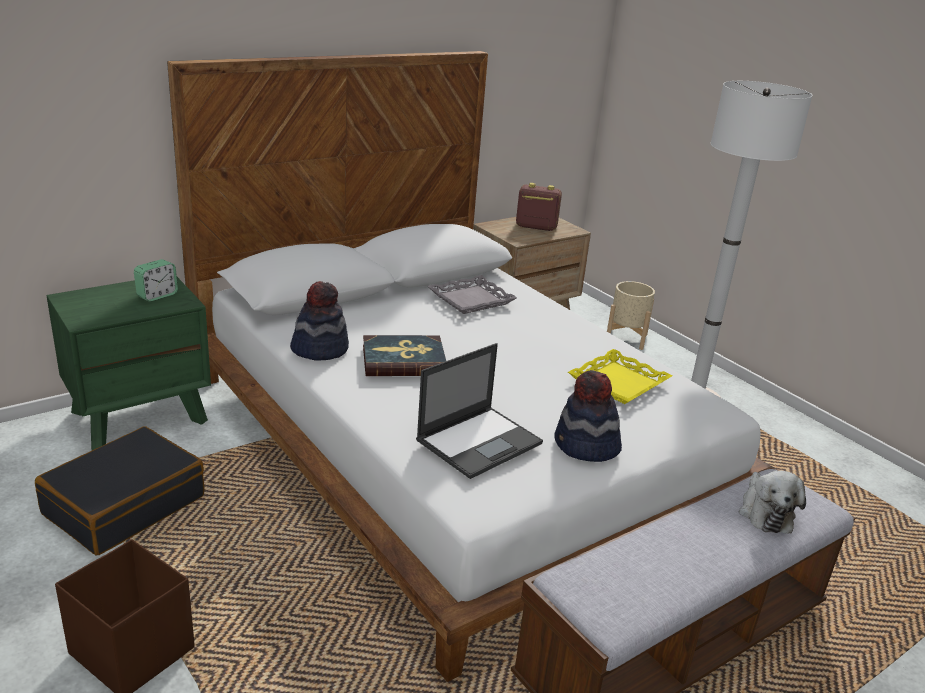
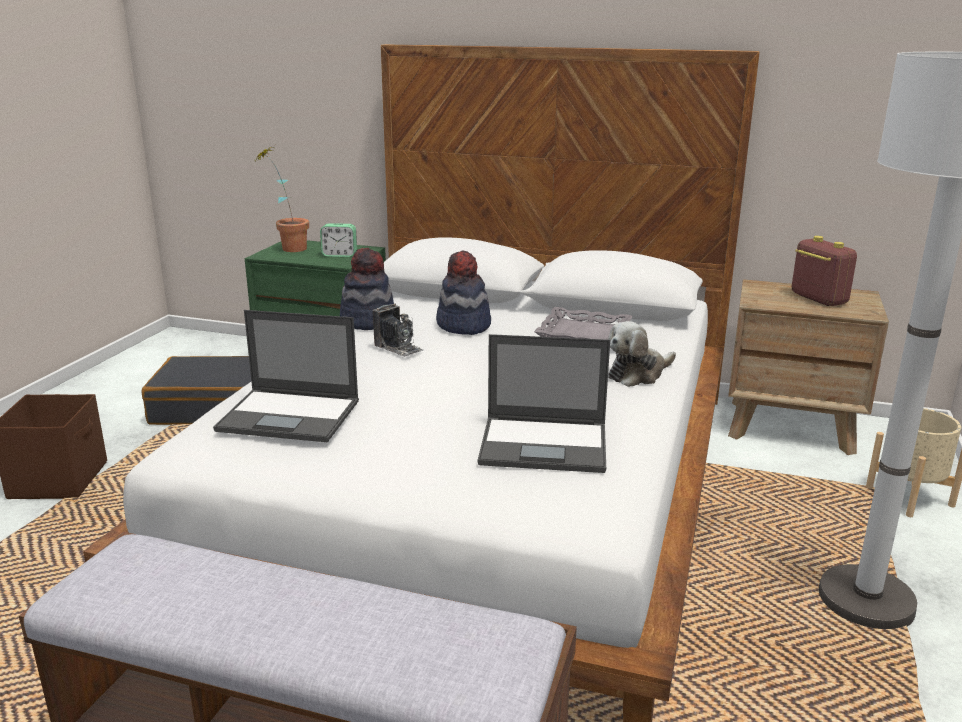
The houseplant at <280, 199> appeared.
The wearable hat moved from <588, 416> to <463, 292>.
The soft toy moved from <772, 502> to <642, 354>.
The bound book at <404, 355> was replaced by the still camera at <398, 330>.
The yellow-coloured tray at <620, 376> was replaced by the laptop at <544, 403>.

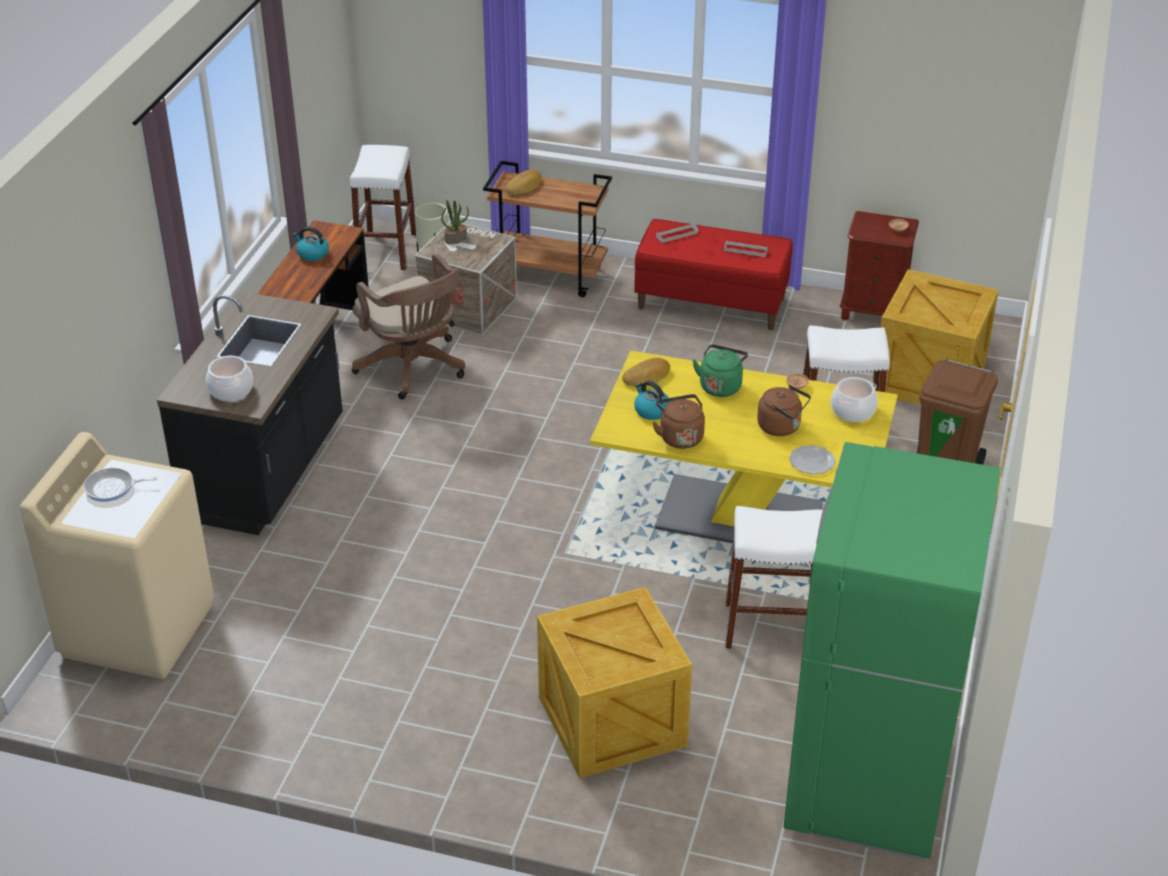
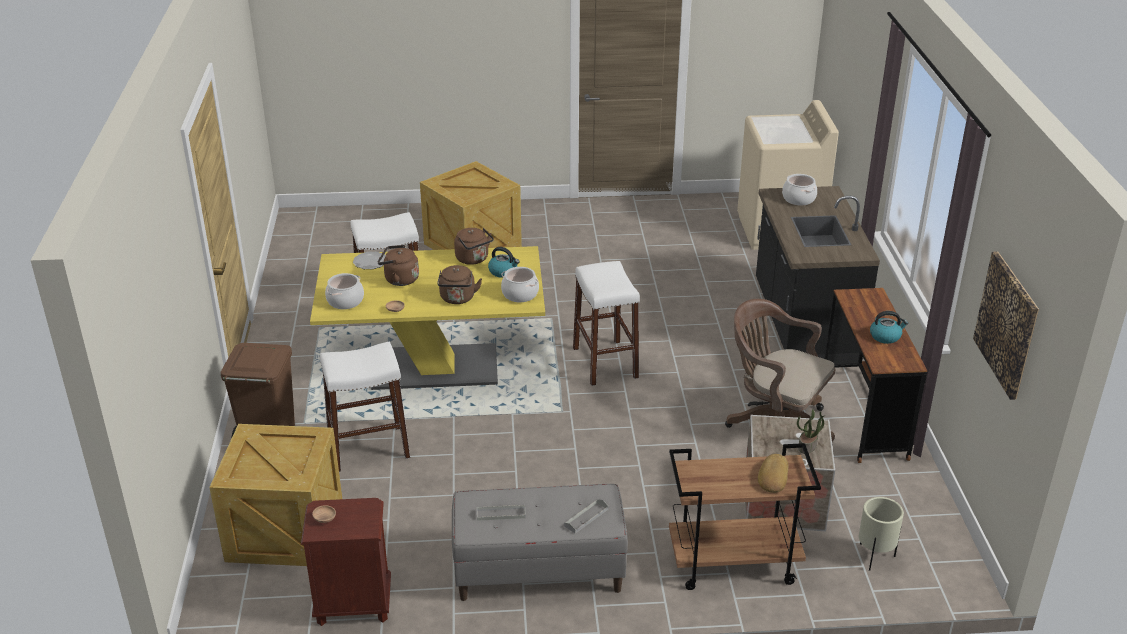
The frying pan at <120, 485> disappeared.
The green kitchen fridge at <892, 651> disappeared.
The wall picture at <1006, 325> appeared.
The white stool seat moved from <383, 208> to <606, 323>.
The bakery bread at <646, 372> was replaced by the saucepot at <520, 284>.
The red bench at <714, 274> became the greyish bench at <540, 542>.
The green kettle at <720, 370> became the brownish kettle at <459, 284>.

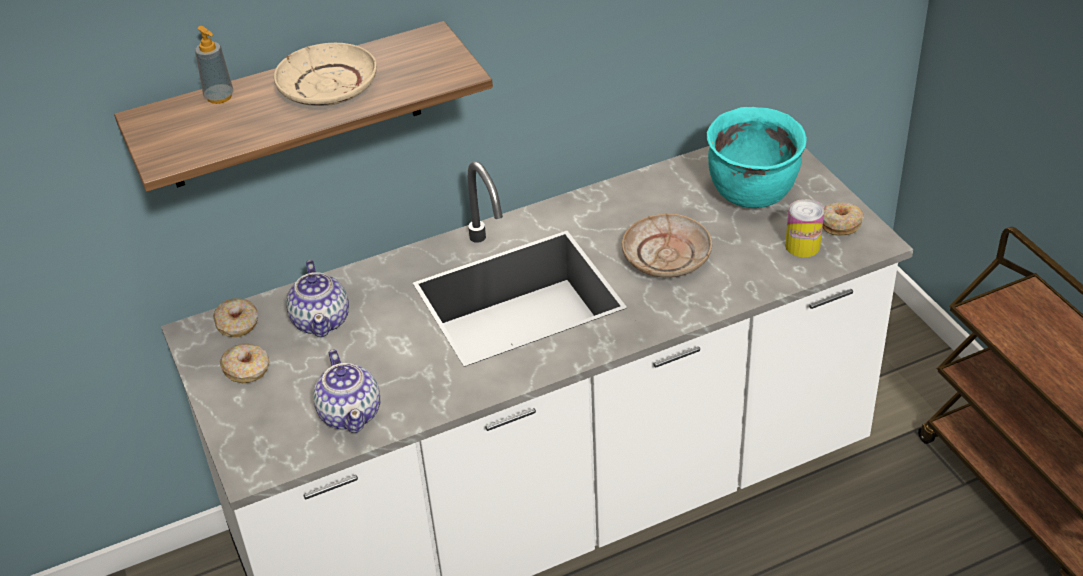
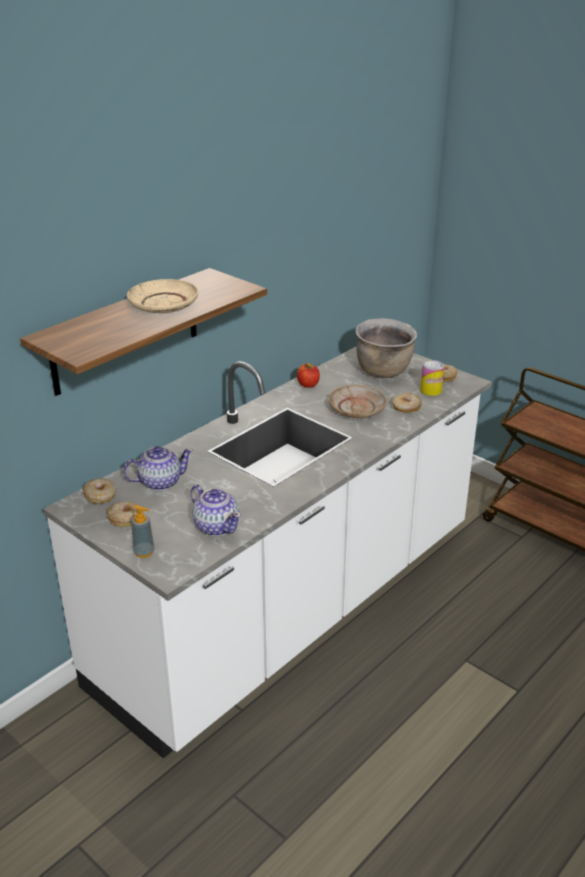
The apple fruit at <308, 375> appeared.
The doughnut at <407, 403> appeared.
The liquid soap bottle moved from <214, 65> to <142, 531>.
The turquoise saucepot at <757, 157> became the brownish saucepot at <386, 348>.
The pot for tea at <317, 298> turned 75 degrees counterclockwise.

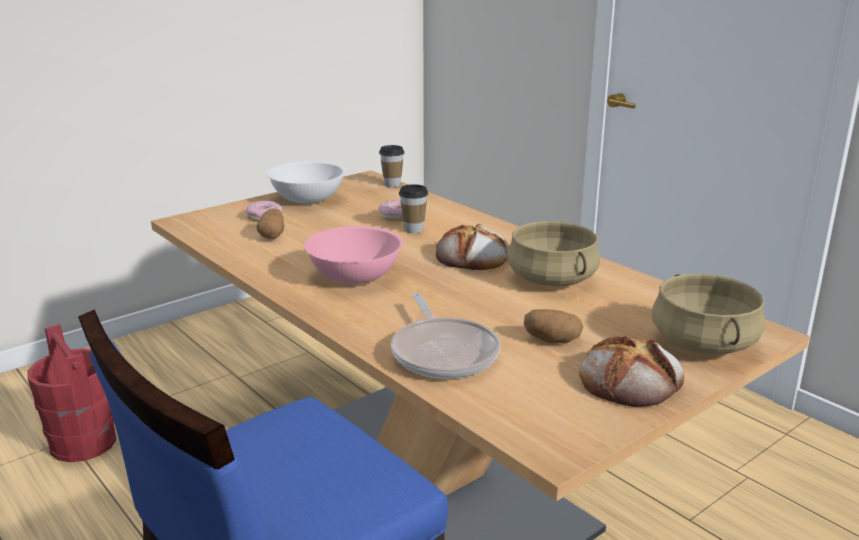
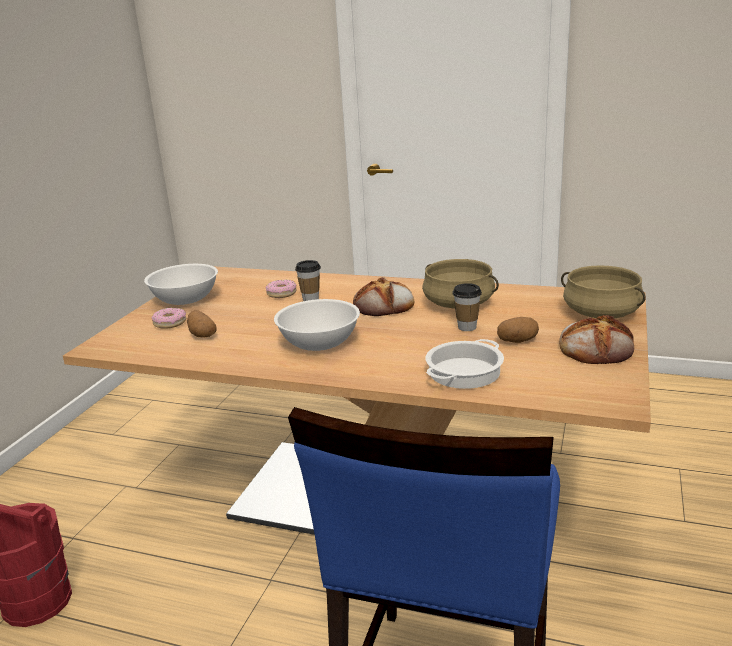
The cup moved from <392, 166> to <467, 307>.
The frying pan at <445, 336> was replaced by the saucepot at <465, 364>.
The pinkish serving bowl at <353, 255> became the white serving bowl at <317, 325>.

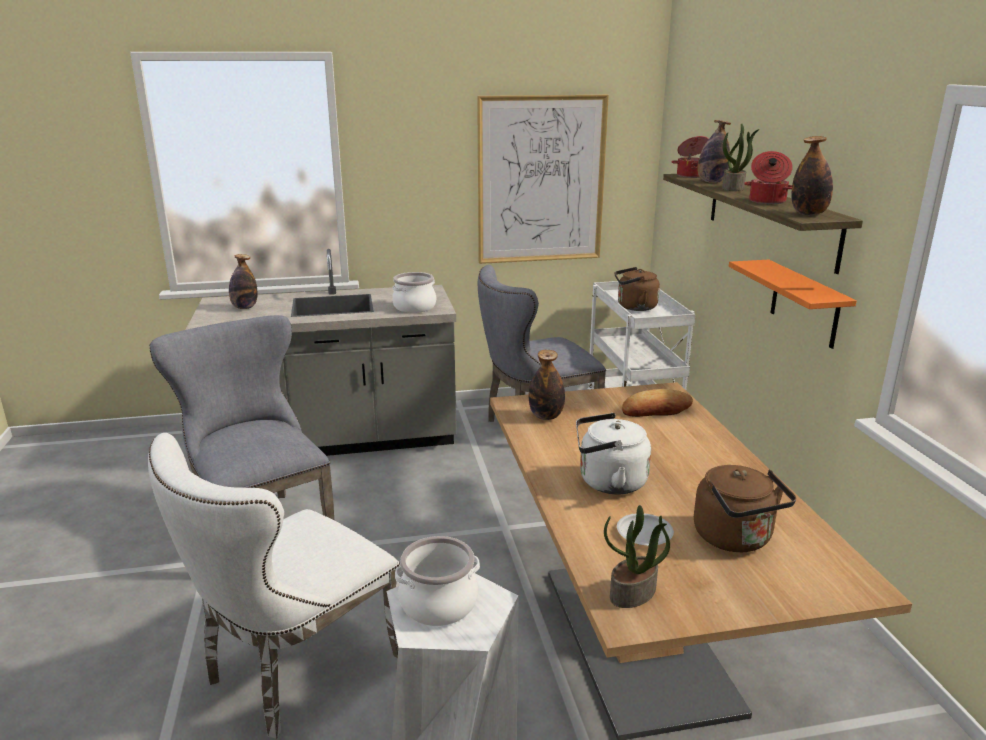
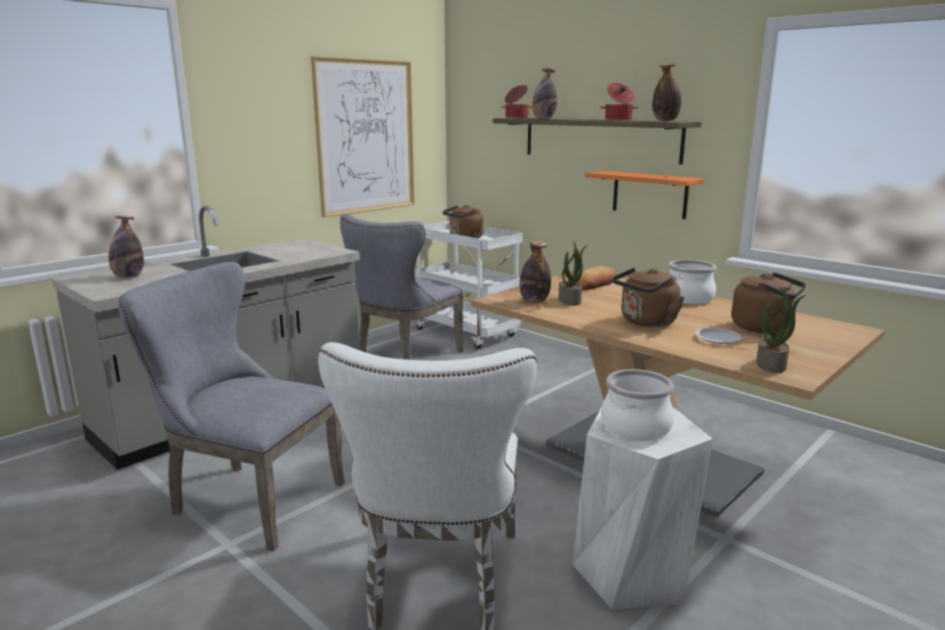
The saucepot moved from <414, 292> to <692, 282>.
The houseplant moved from <740, 157> to <573, 274>.
The white kettle at <613, 454> became the brownish kettle at <648, 297>.

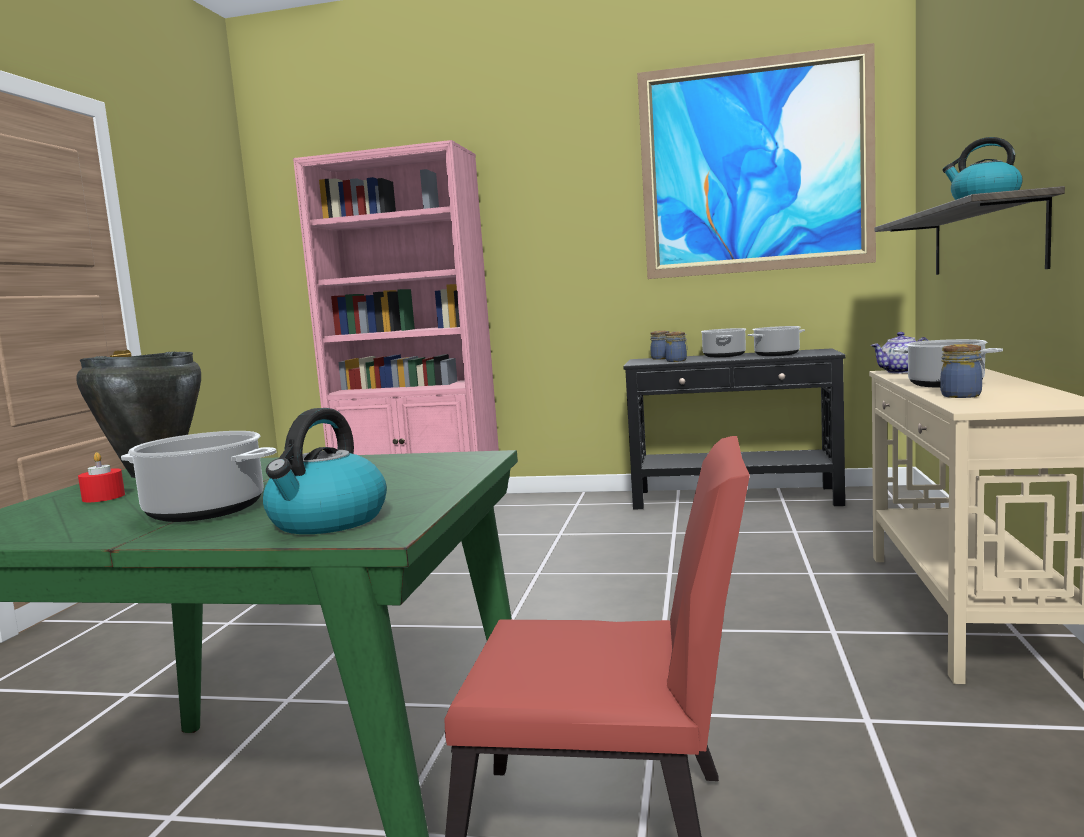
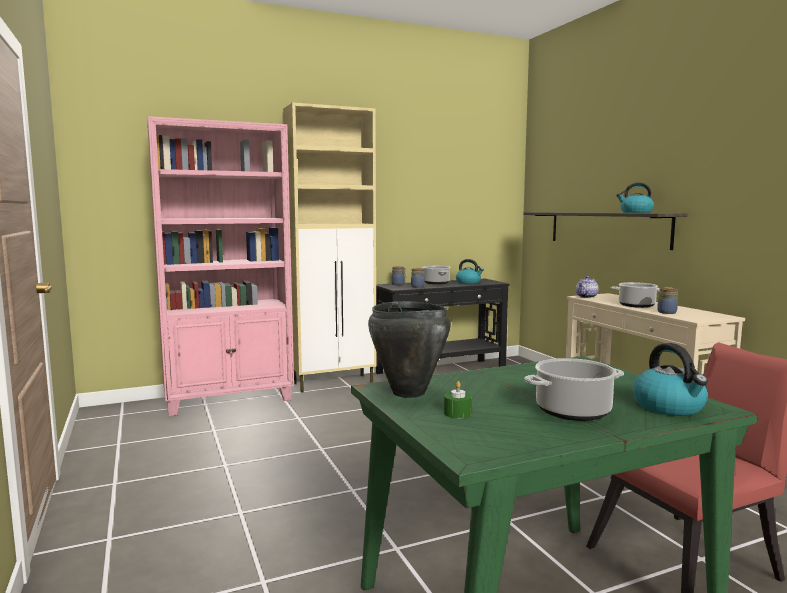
The wall picture at <756, 161> disappeared.
The beige-coloured cupboard at <330, 247> appeared.
The saucepot at <776, 341> was replaced by the kettle at <470, 271>.
The red candle at <101, 477> became the green candle at <458, 399>.

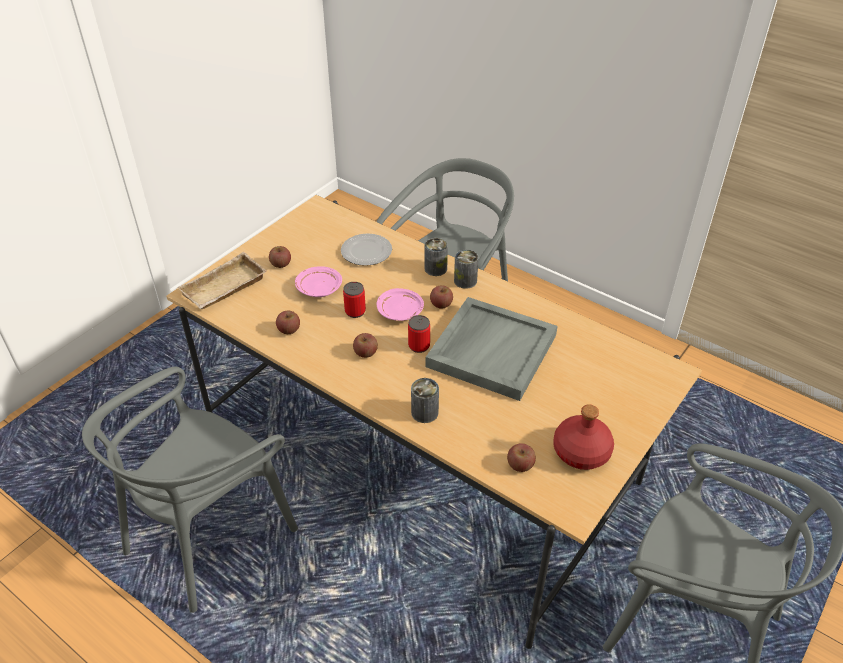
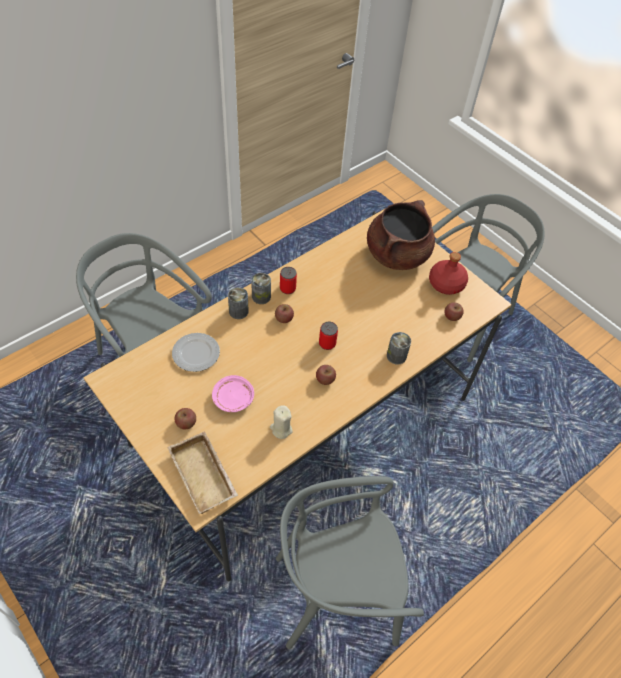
The pinkish dinner plate at <400, 304> disappeared.
The greyish tray at <492, 349> disappeared.
The brownish saucepot at <401, 235> appeared.
The can moved from <354, 300> to <288, 280>.
The apple fruit at <288, 322> was replaced by the beige-coloured candle at <281, 422>.
The greyish upright chair at <190, 490> turned 120 degrees clockwise.

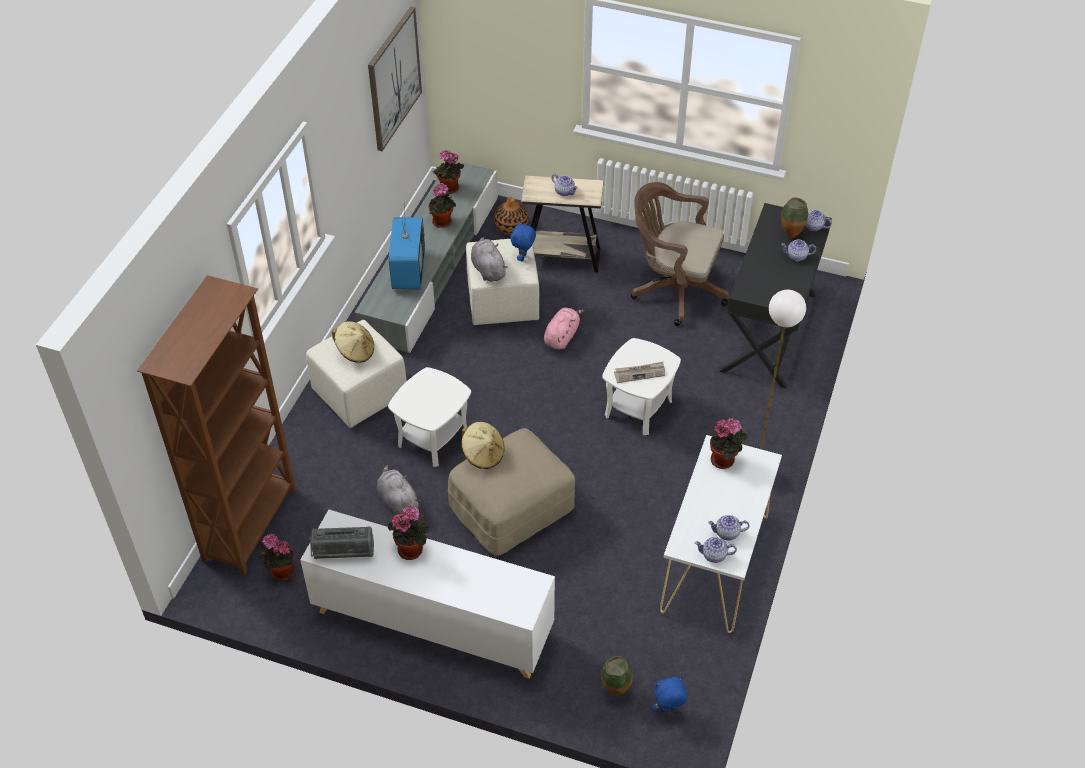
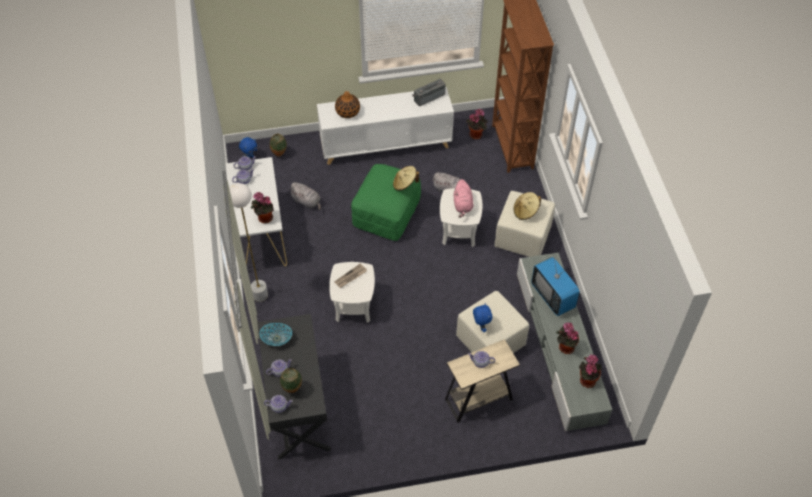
The wall picture at <395, 78> disappeared.
The houseplant at <408, 533> disappeared.
The brownish office chair at <680, 254> disappeared.
The serving bowl at <276, 334> appeared.
The greyish soft toy moved from <489, 259> to <306, 196>.
The vase moved from <511, 216> to <347, 104>.
The pinkish soft toy moved from <564, 329> to <463, 198>.
The beige-coloured pouffe at <511, 492> became the green pouffe at <386, 202>.

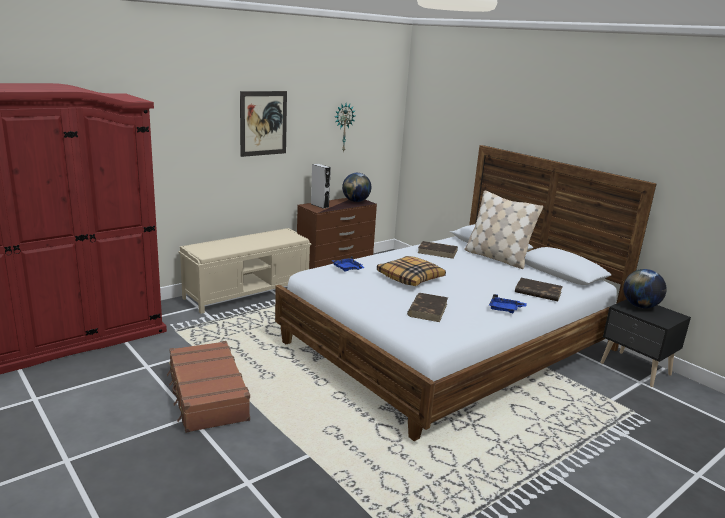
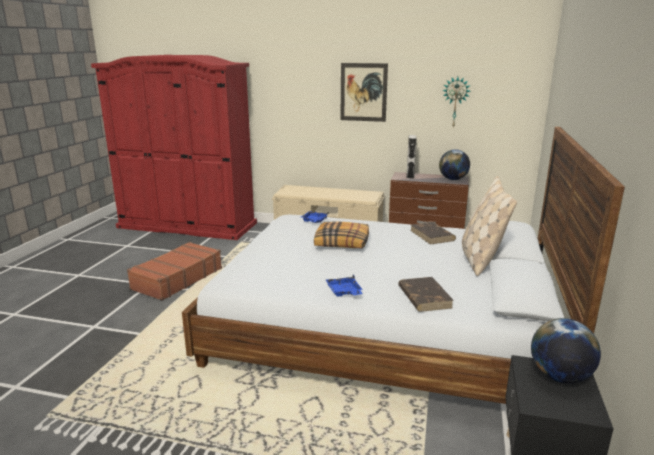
The brownish bound book at <427, 307> disappeared.

